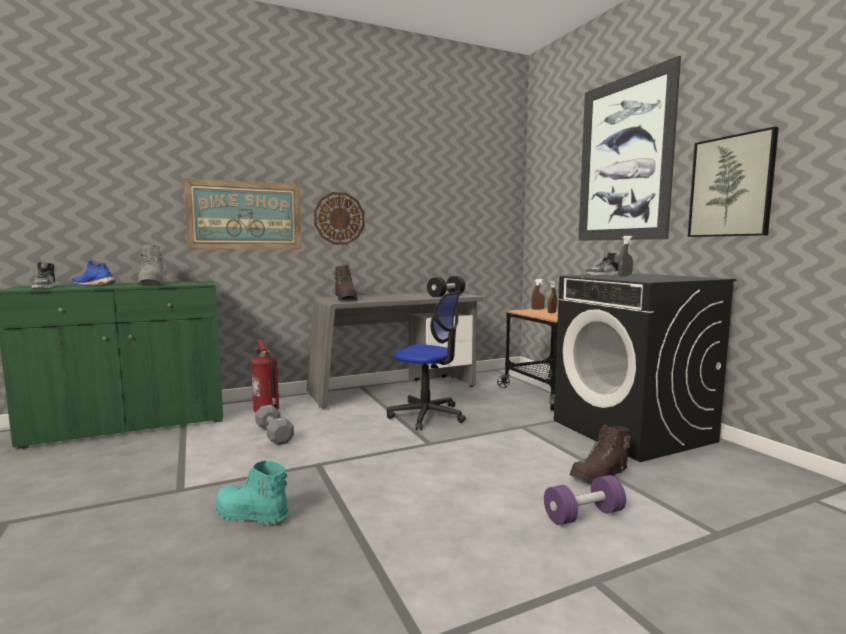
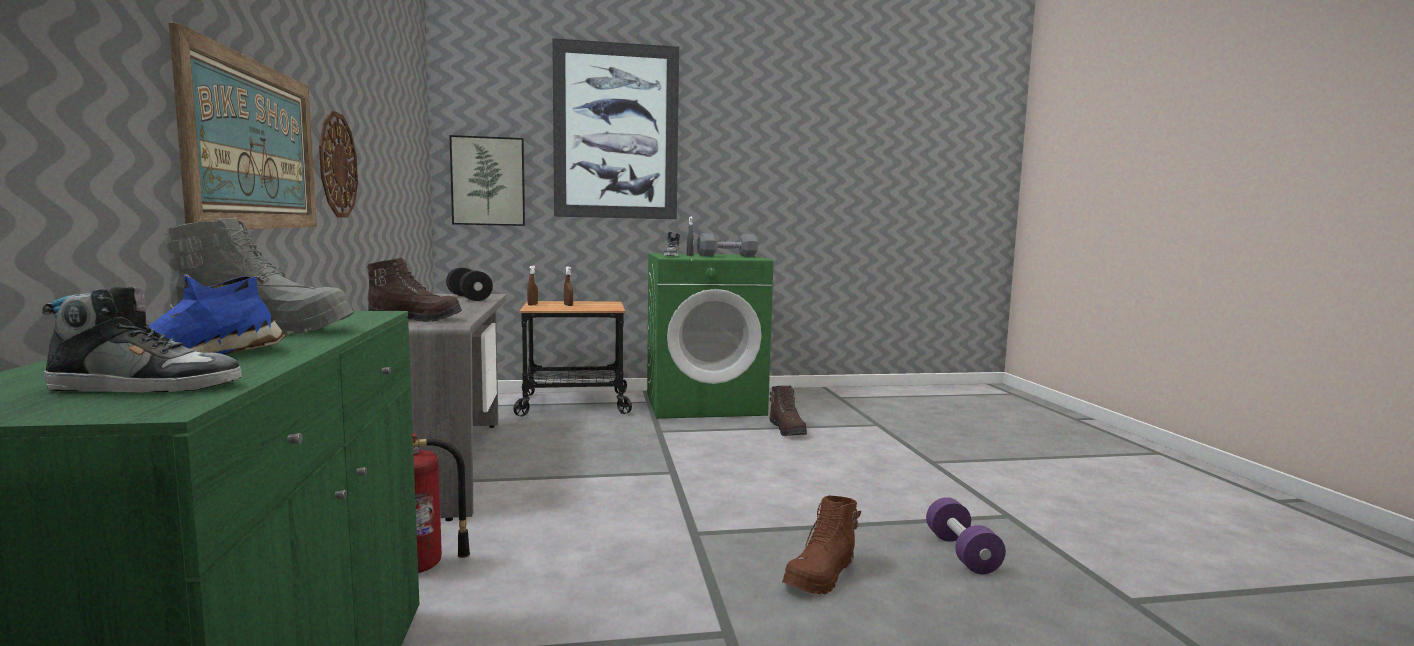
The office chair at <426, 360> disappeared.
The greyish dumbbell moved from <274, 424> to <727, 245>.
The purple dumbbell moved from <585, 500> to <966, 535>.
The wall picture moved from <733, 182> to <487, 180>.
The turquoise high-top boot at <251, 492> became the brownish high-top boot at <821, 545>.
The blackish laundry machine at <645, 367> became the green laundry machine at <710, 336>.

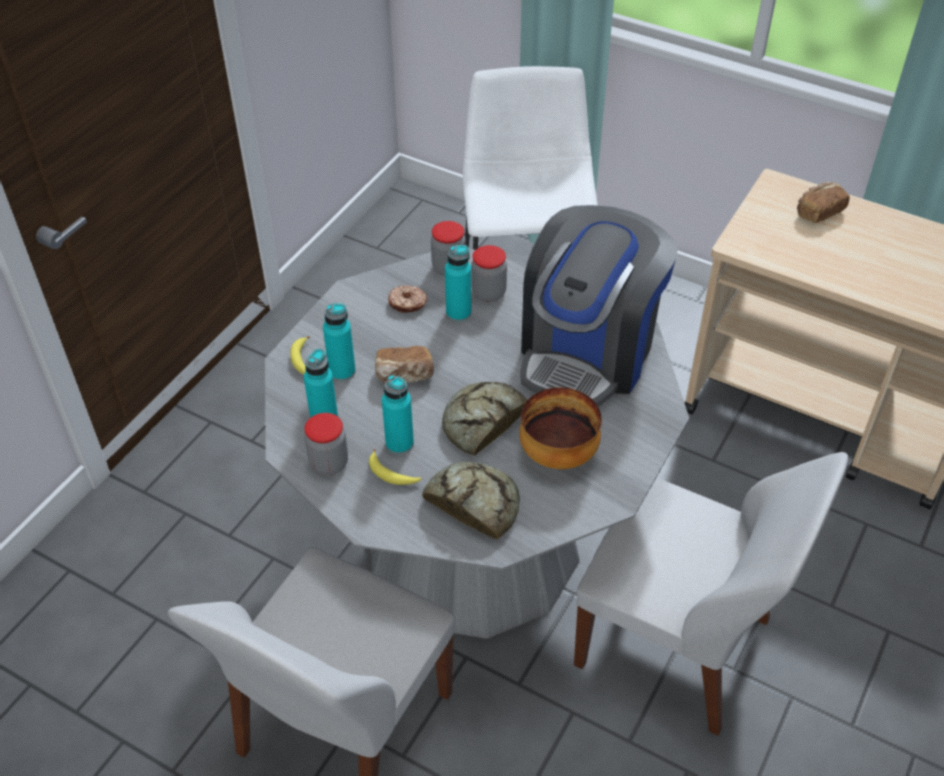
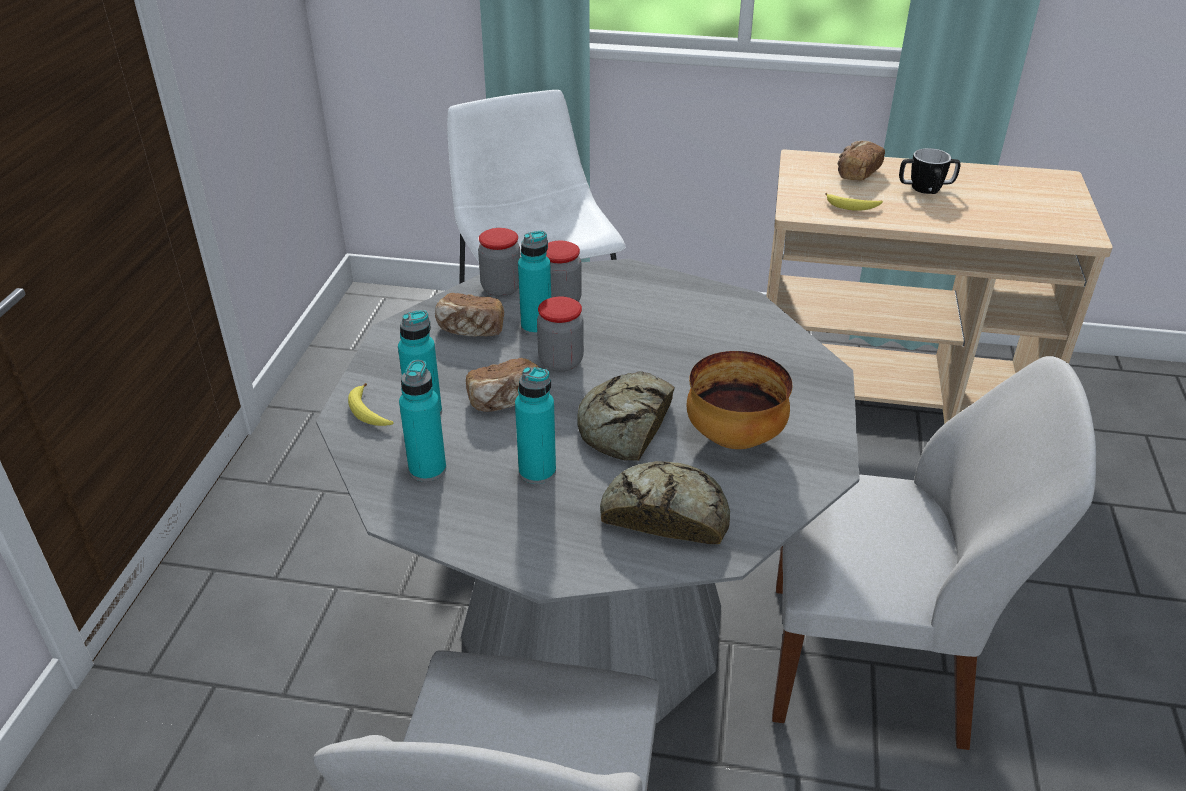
The coffee brewer at <599, 305> disappeared.
The mug at <930, 171> appeared.
The jar moved from <326, 444> to <560, 334>.
The whole banana moved from <395, 467> to <854, 202>.
The doughnut at <407, 299> was replaced by the bakery bread at <469, 315>.

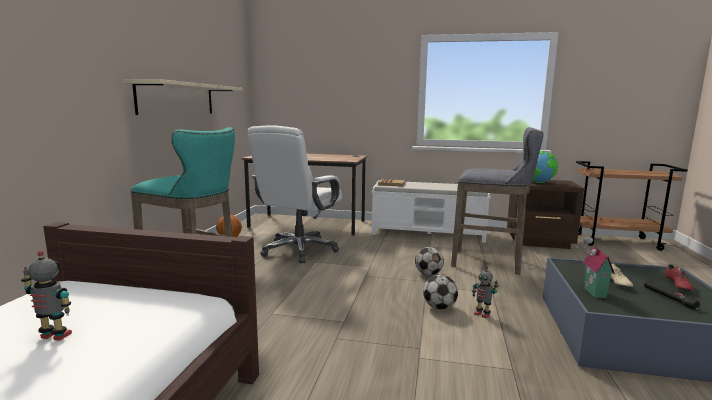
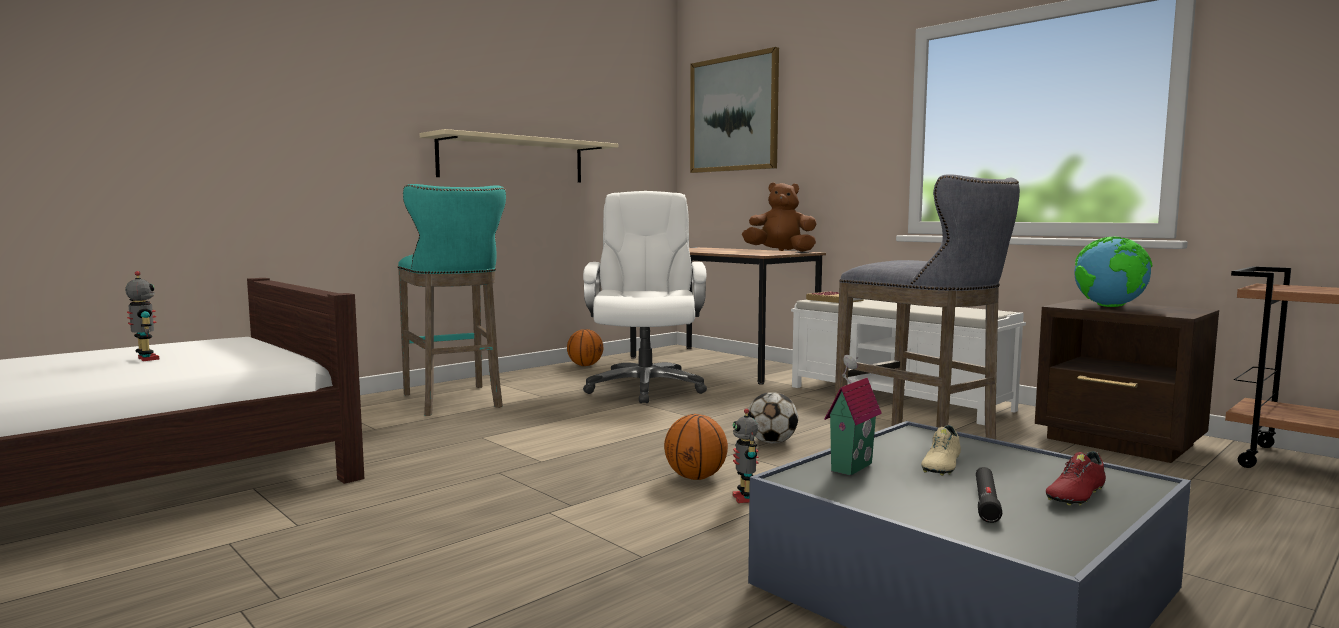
The wall picture at <734, 110> appeared.
The brownish soft toy at <779, 217> appeared.
The football ball at <440, 292> was replaced by the basketball at <696, 447>.
The white office chair at <295, 194> turned 120 degrees clockwise.

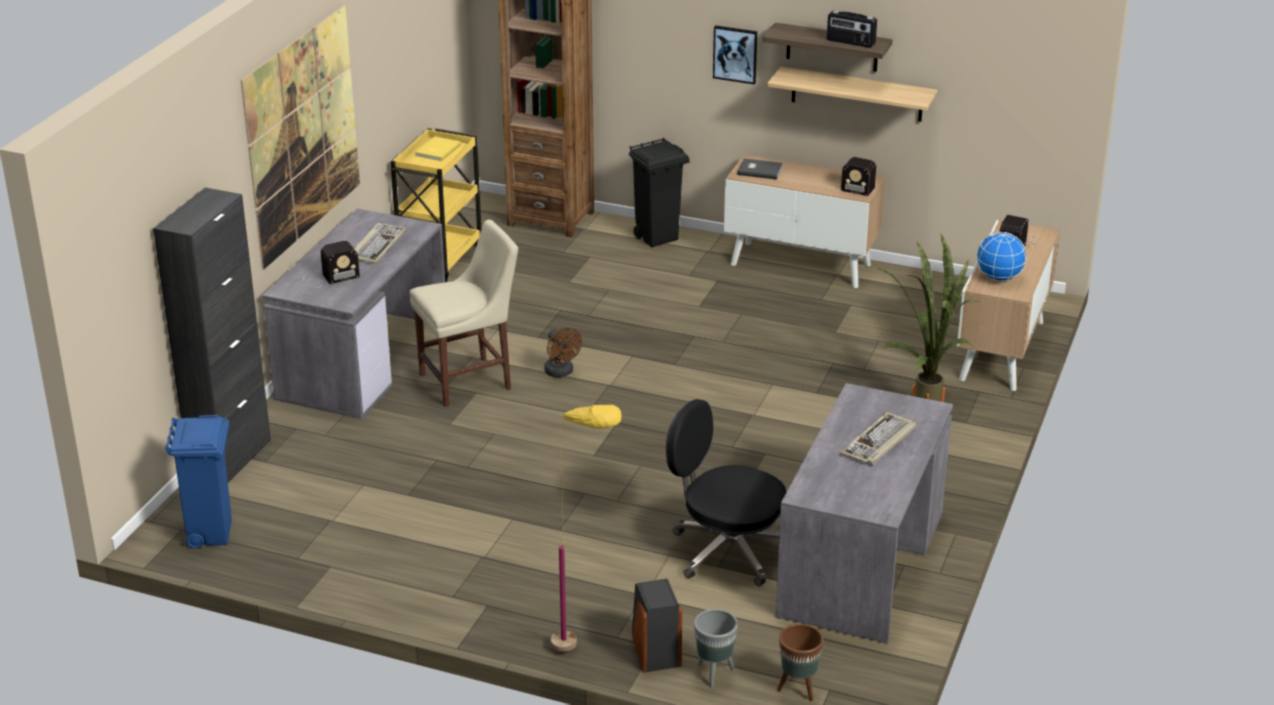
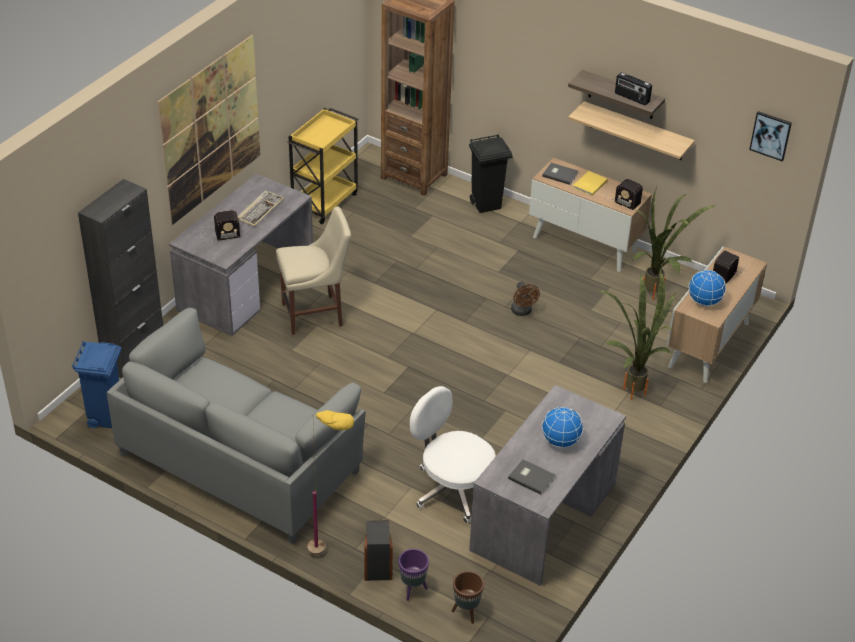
The greyish sofa at <236, 426> appeared.
The greyish bound book at <531, 477> appeared.
The houseplant at <674, 243> appeared.
The yellow-coloured bound book moved from <438, 148> to <590, 183>.
The brownish electric fan moved from <563, 352> to <525, 299>.
The wall picture moved from <735, 54> to <770, 136>.
The computer keyboard at <878, 438> was replaced by the world globe at <563, 427>.
The blackish office chair at <726, 493> became the white office chair at <453, 454>.
The greyish flower pot at <716, 648> became the purple flower pot at <413, 575>.

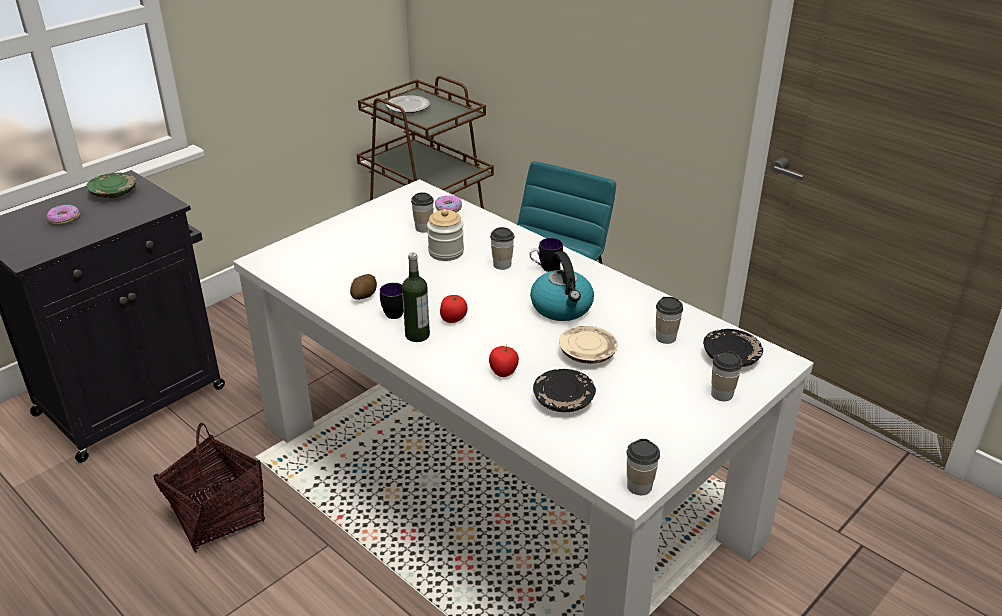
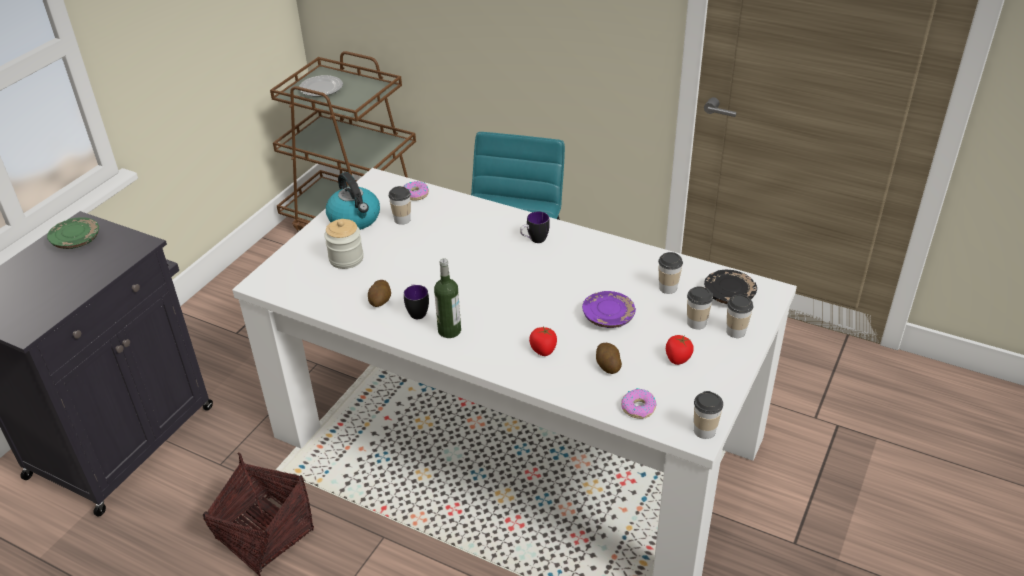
The doughnut moved from <63, 214> to <639, 403>.
The jar moved from <445, 235> to <344, 244>.
The whole tomato moved from <454, 309> to <680, 350>.
The cup moved from <502, 248> to <700, 308>.
The kettle moved from <562, 286> to <353, 201>.
The blackish dinner plate at <564, 390> was replaced by the spud at <609, 358>.
The beige-coloured dinner plate at <588, 345> became the purple dinner plate at <609, 309>.

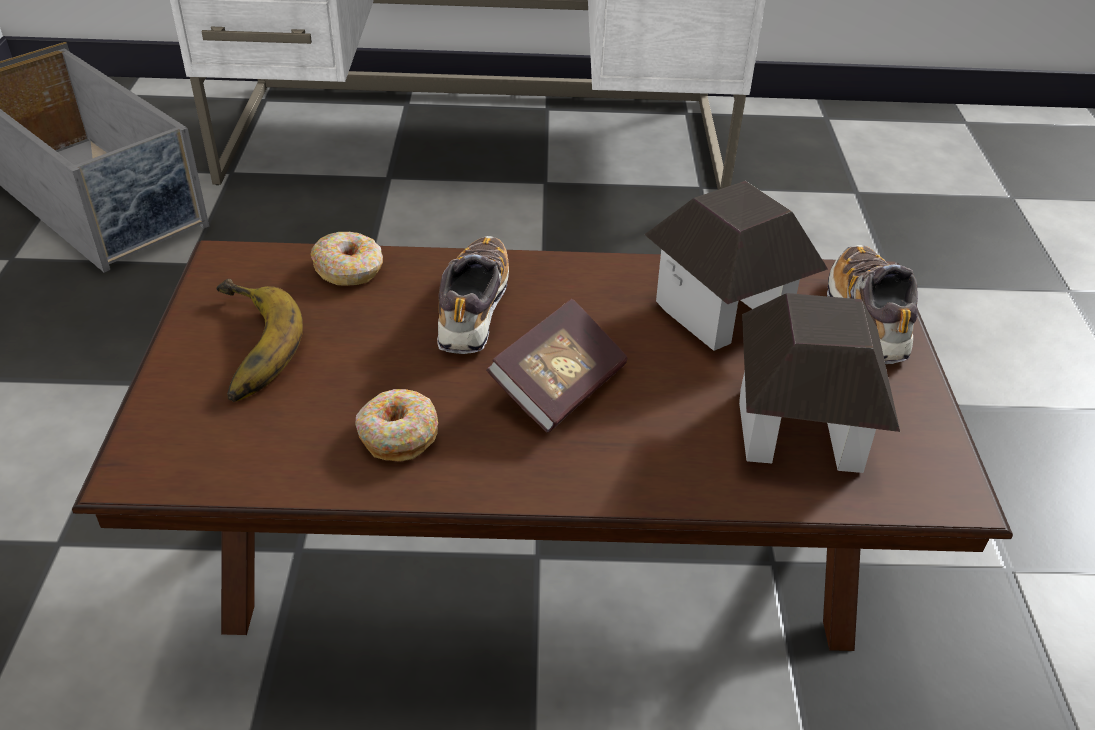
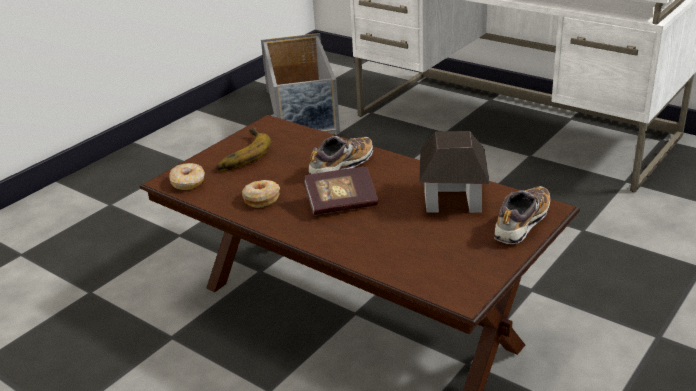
The miniature house at <819, 383> disappeared.
The doughnut moved from <346, 259> to <187, 176>.

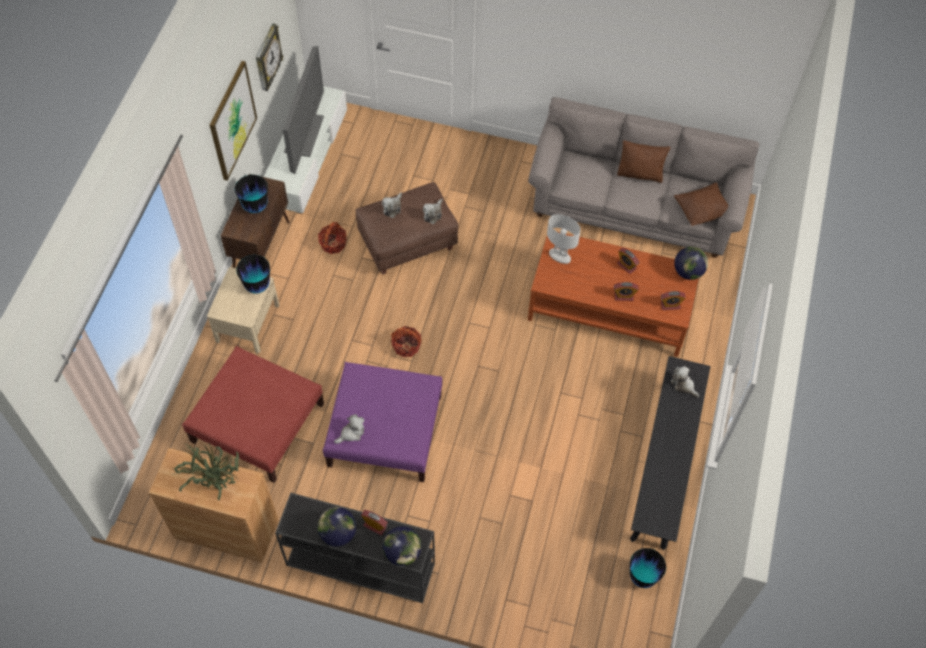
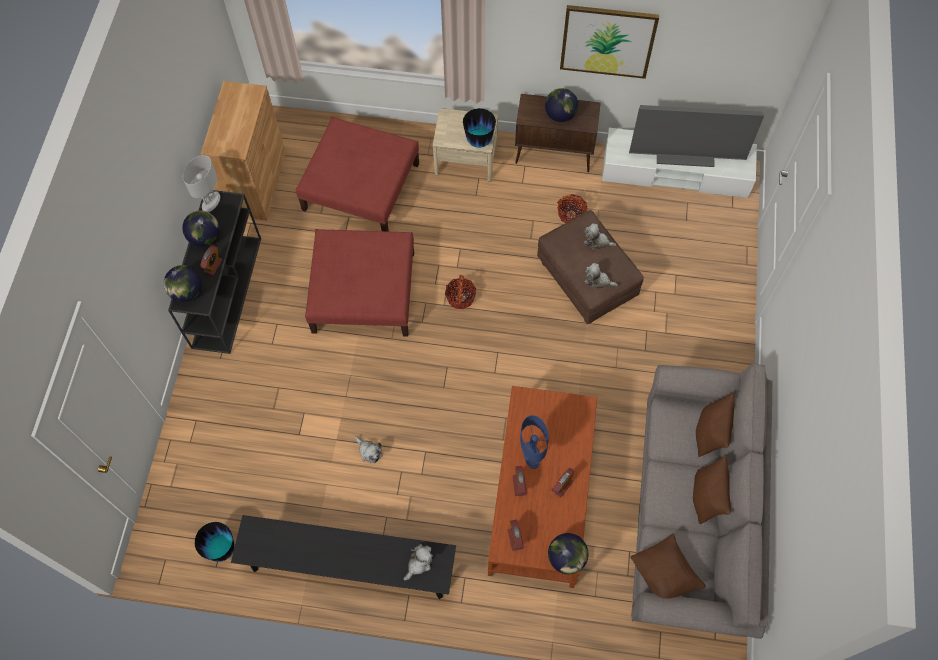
The houseplant at <206, 471> disappeared.
The hanging clock at <269, 57> disappeared.
The bluish tabletop lamp at <534, 442> appeared.
The brownish throw pillow at <715, 425> appeared.
The soft toy moved from <349, 429> to <368, 449>.
The white tabletop lamp moved from <564, 239> to <201, 183>.
The vase at <251, 194> was replaced by the world globe at <561, 105>.
The purple pouffe at <382, 422> became the red pouffe at <359, 283>.

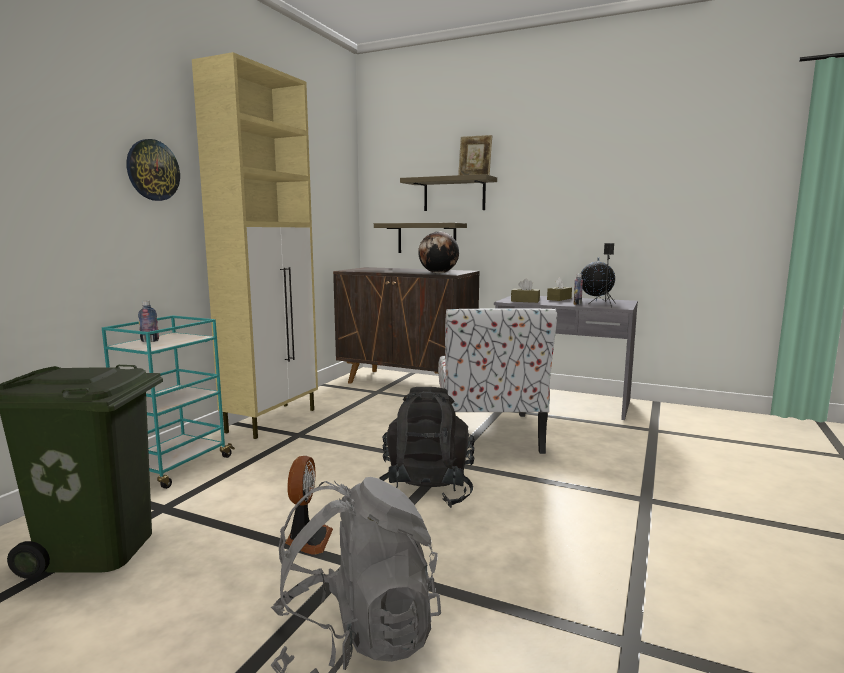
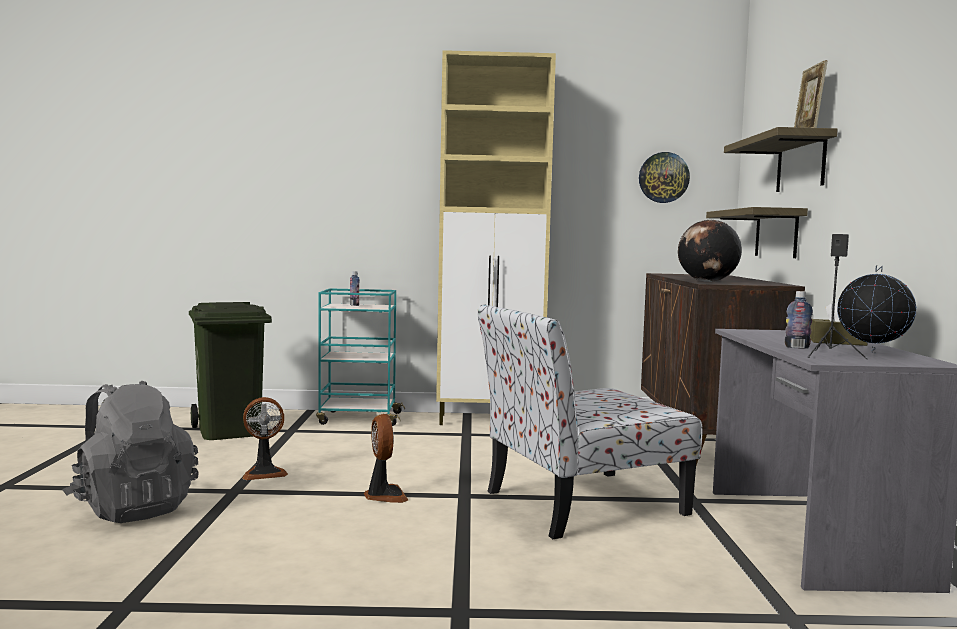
The brownish tissue box at <525, 291> disappeared.
The hanging clock moved from <153, 170> to <664, 177>.
The blackish knapsack at <427, 447> was replaced by the electric fan at <386, 458>.

